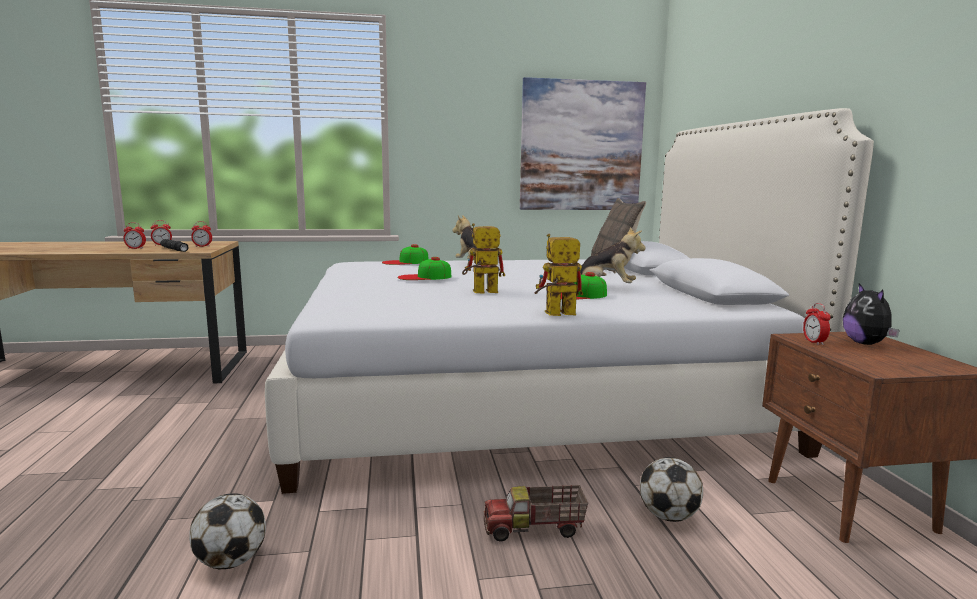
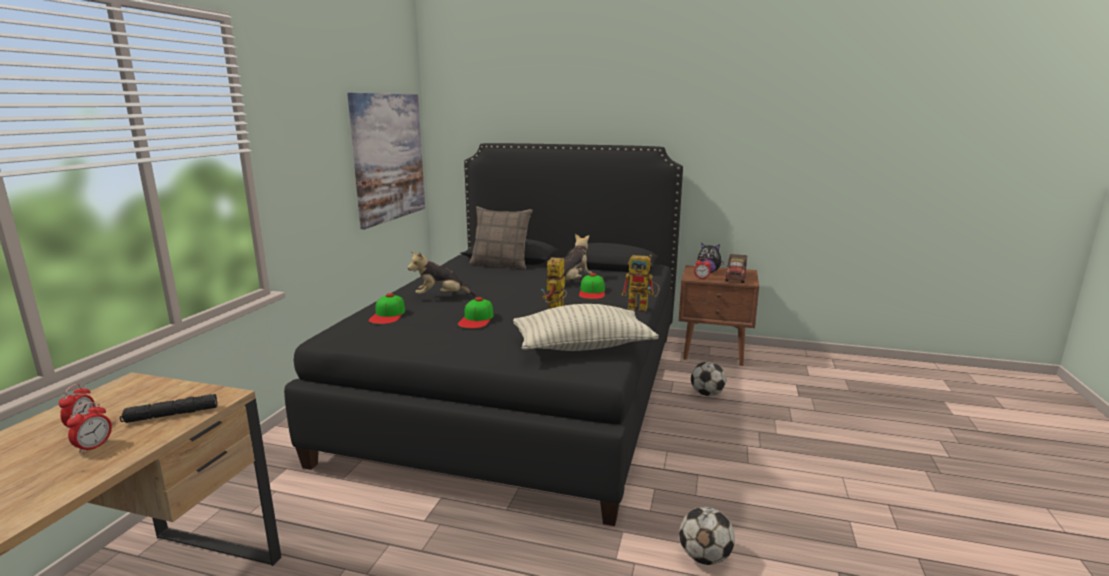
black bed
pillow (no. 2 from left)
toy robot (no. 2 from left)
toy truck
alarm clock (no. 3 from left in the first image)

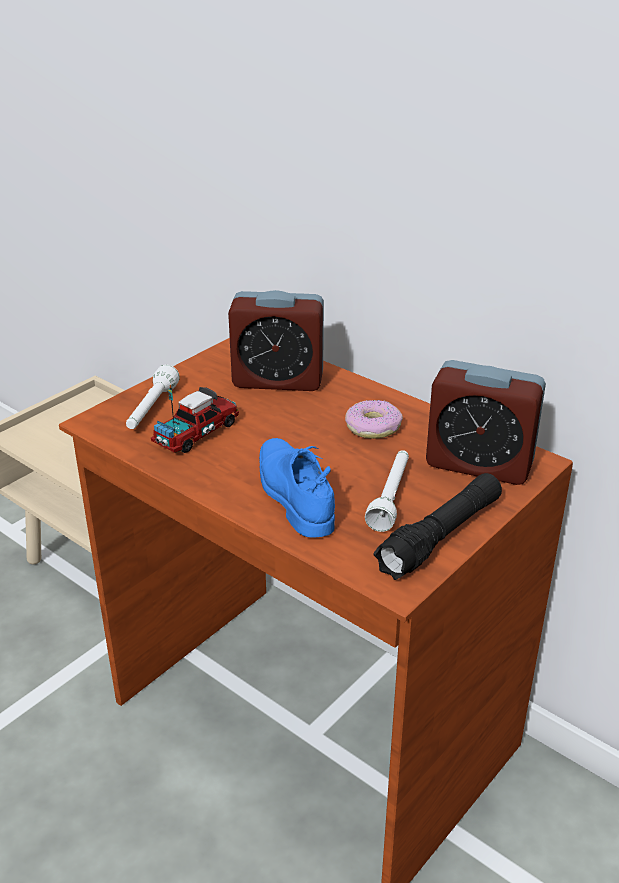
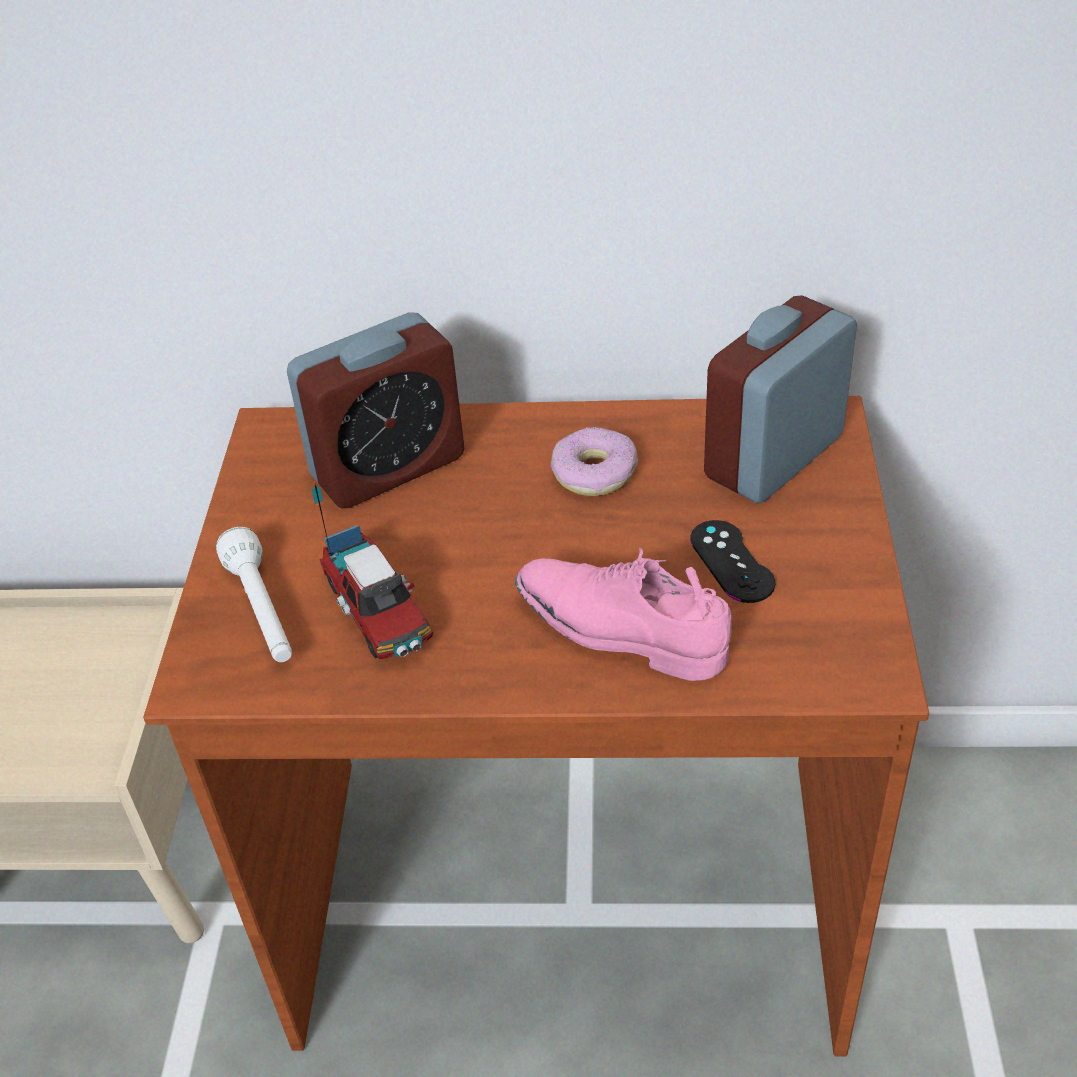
toy truck
pink shoe
black game controller
alarm clock (no. 2 from left)
black flashlight

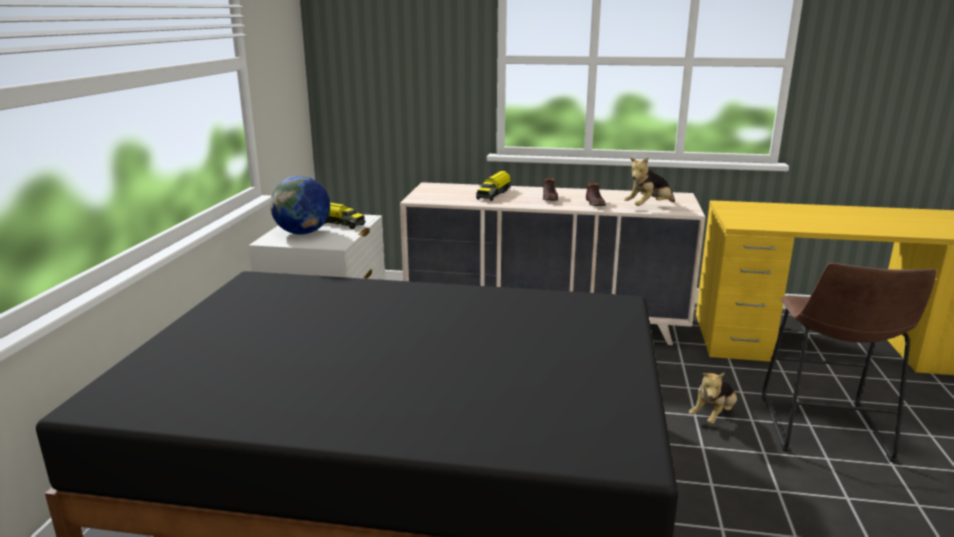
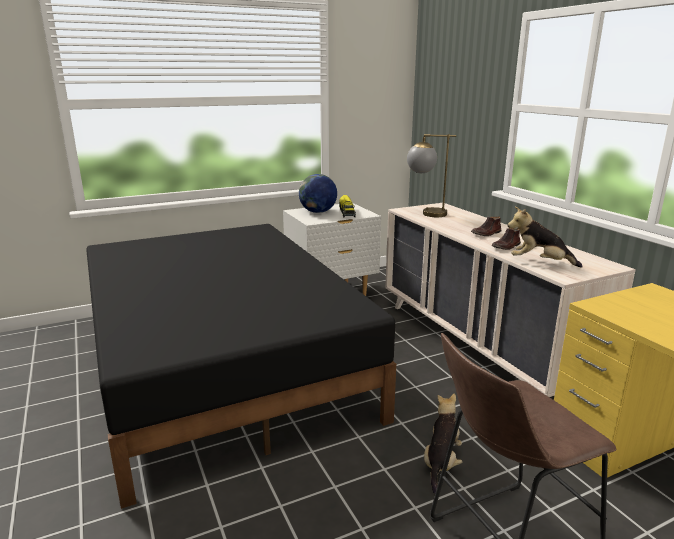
table lamp
plush toy (no. 1 from left)
toy truck (no. 2 from left in the first image)

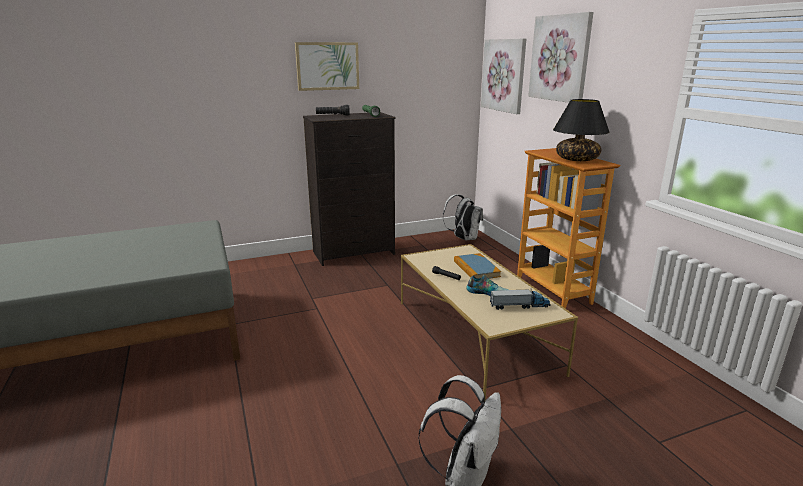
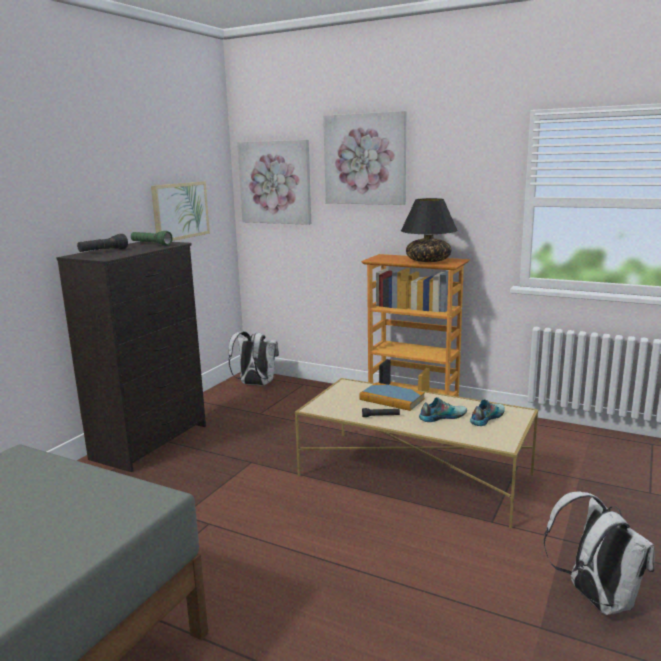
picture (no. 1 from left)
shoe (no. 2 from left)

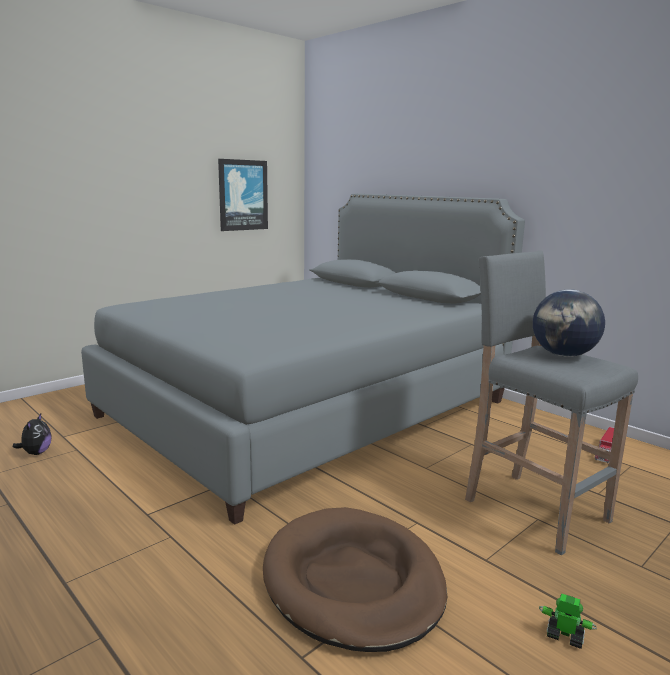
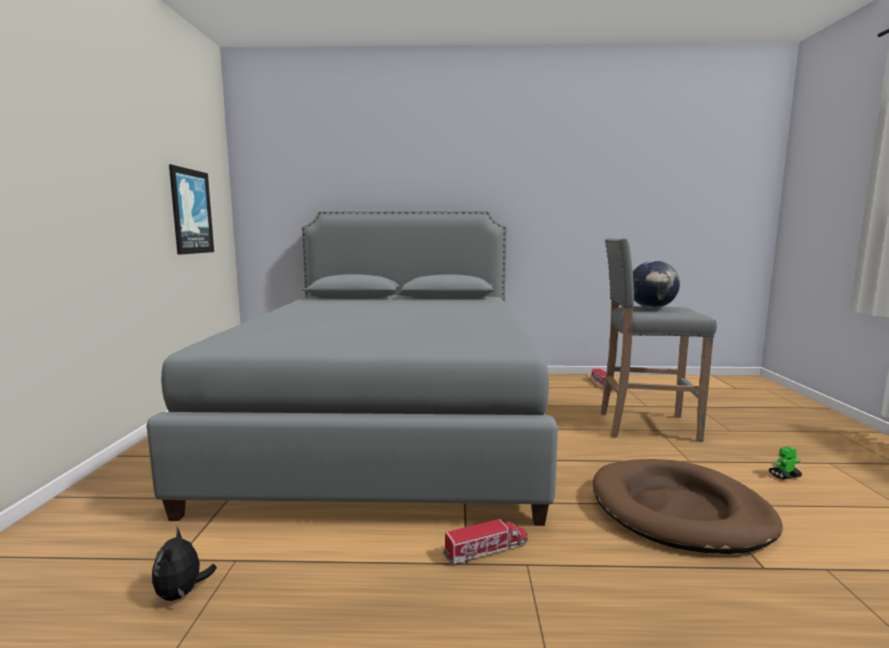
plush toy
toy truck (no. 1 from left)

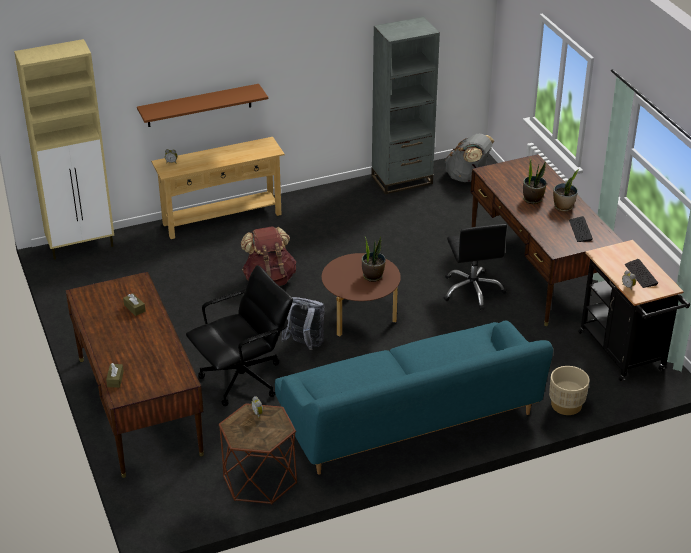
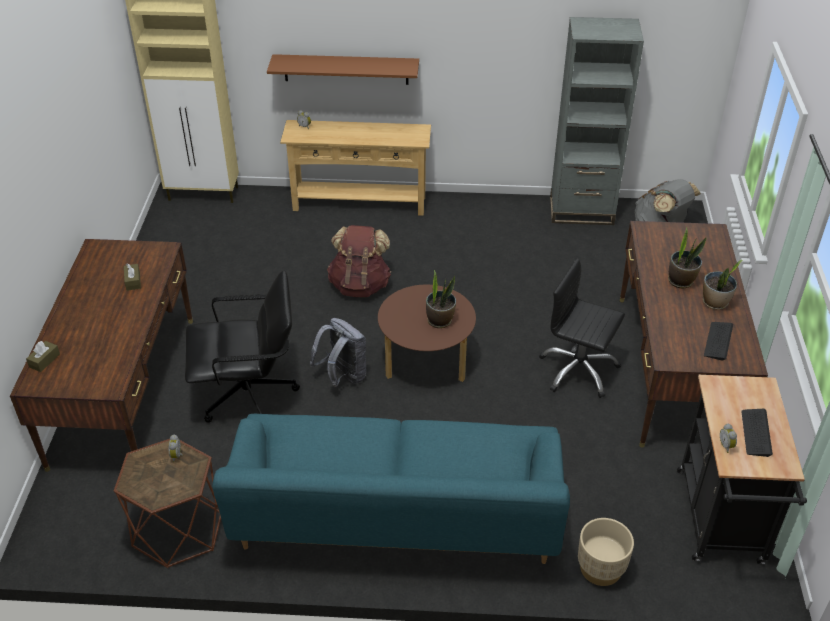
black office chair (no. 2 from left)

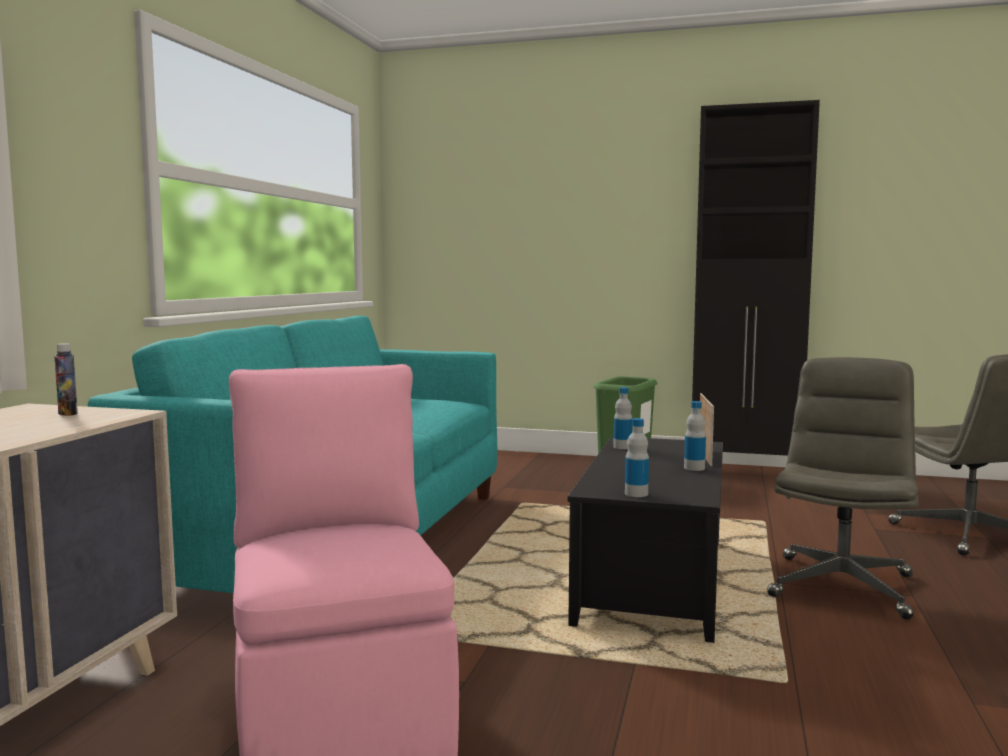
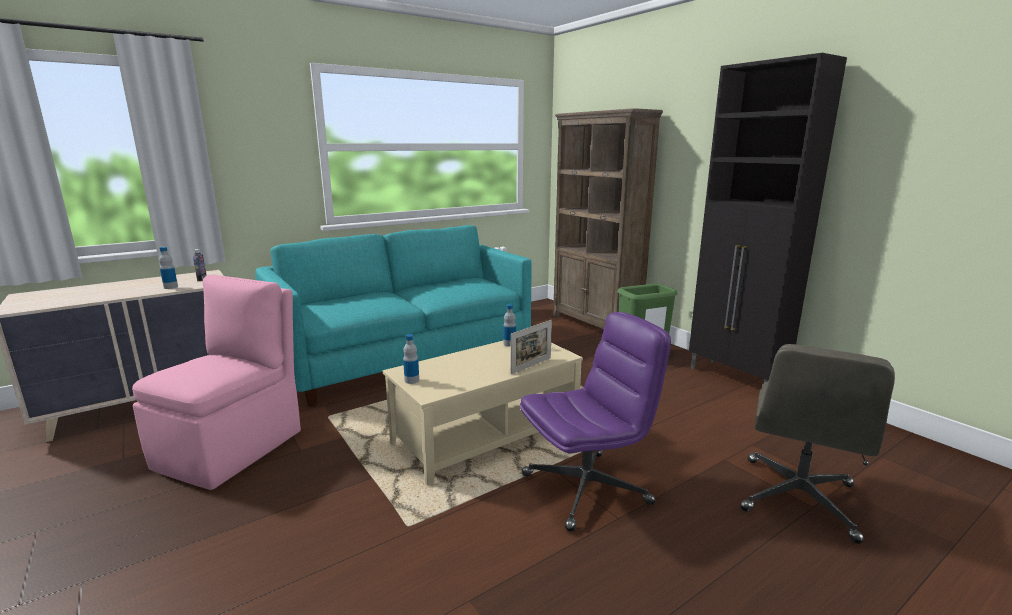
bottle (no. 1 from left)
beige coffee table
purple office chair
brown bookcase

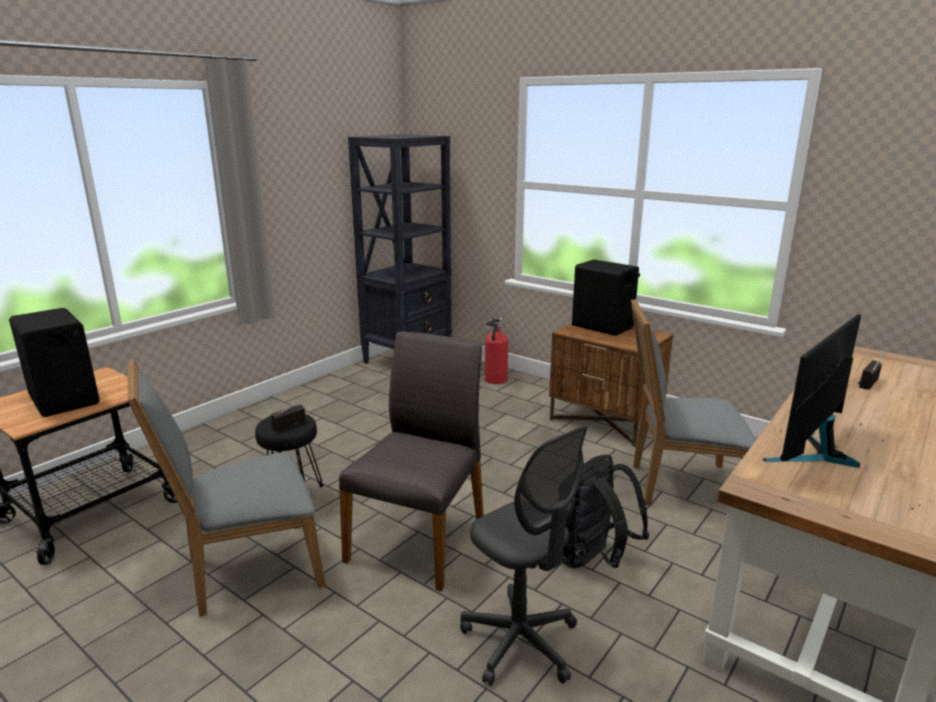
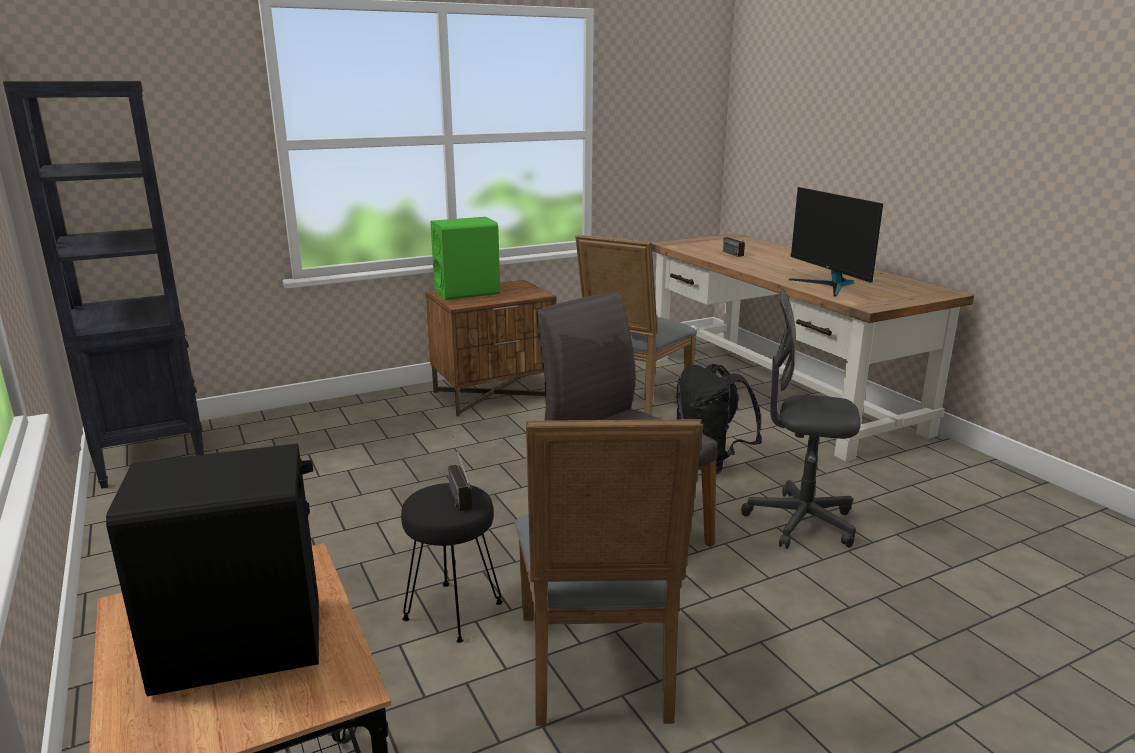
green speaker
grey office chair
fire extinguisher

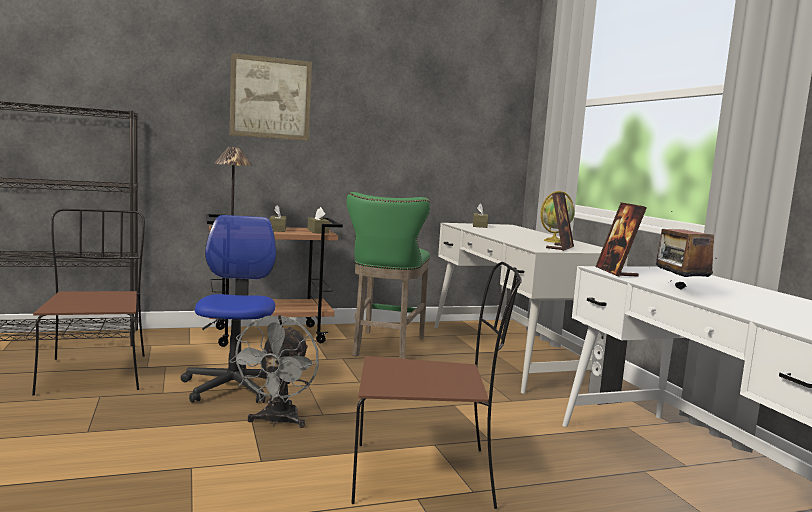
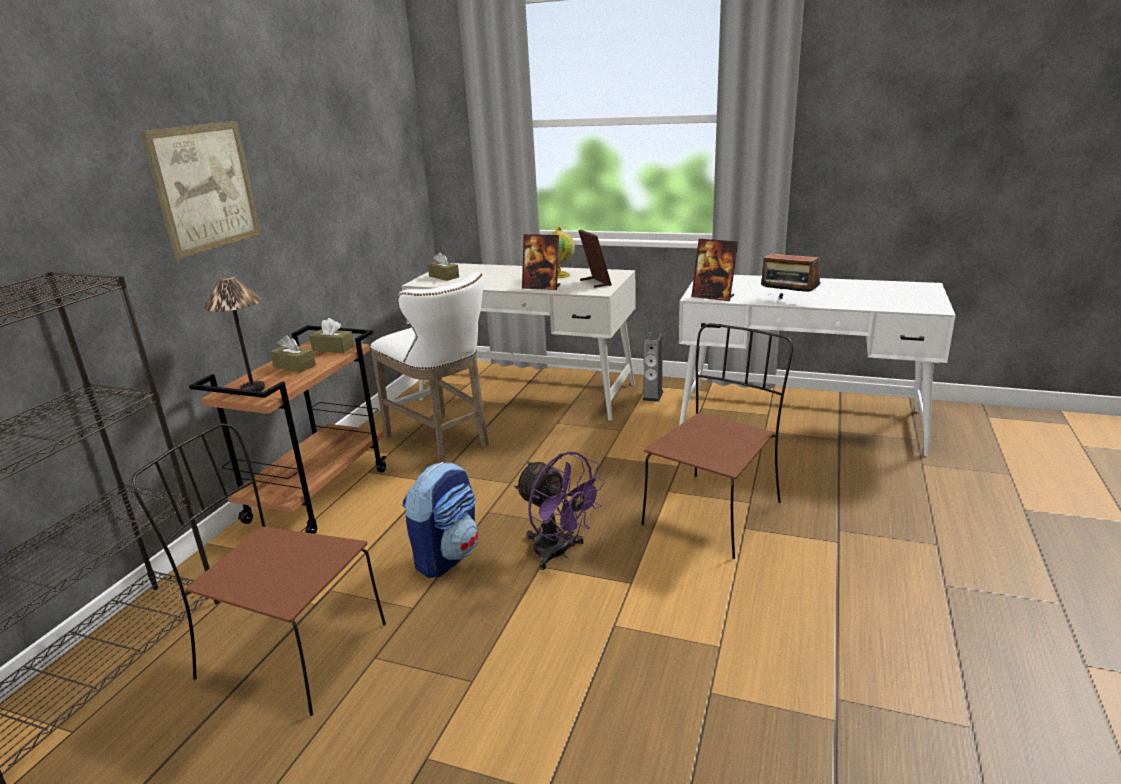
white stool
backpack
purple fan
picture frame (no. 1 from left)

